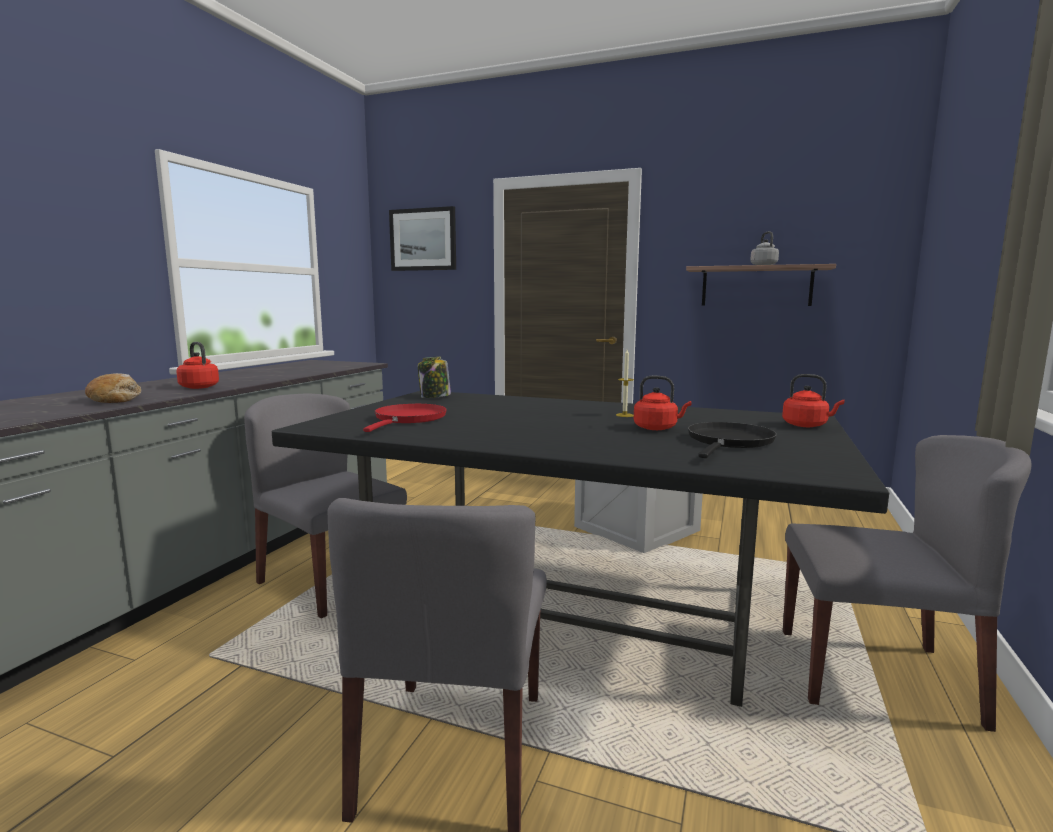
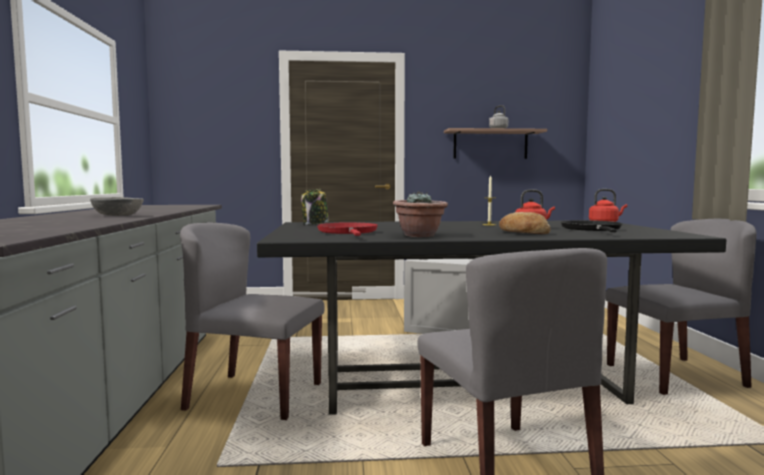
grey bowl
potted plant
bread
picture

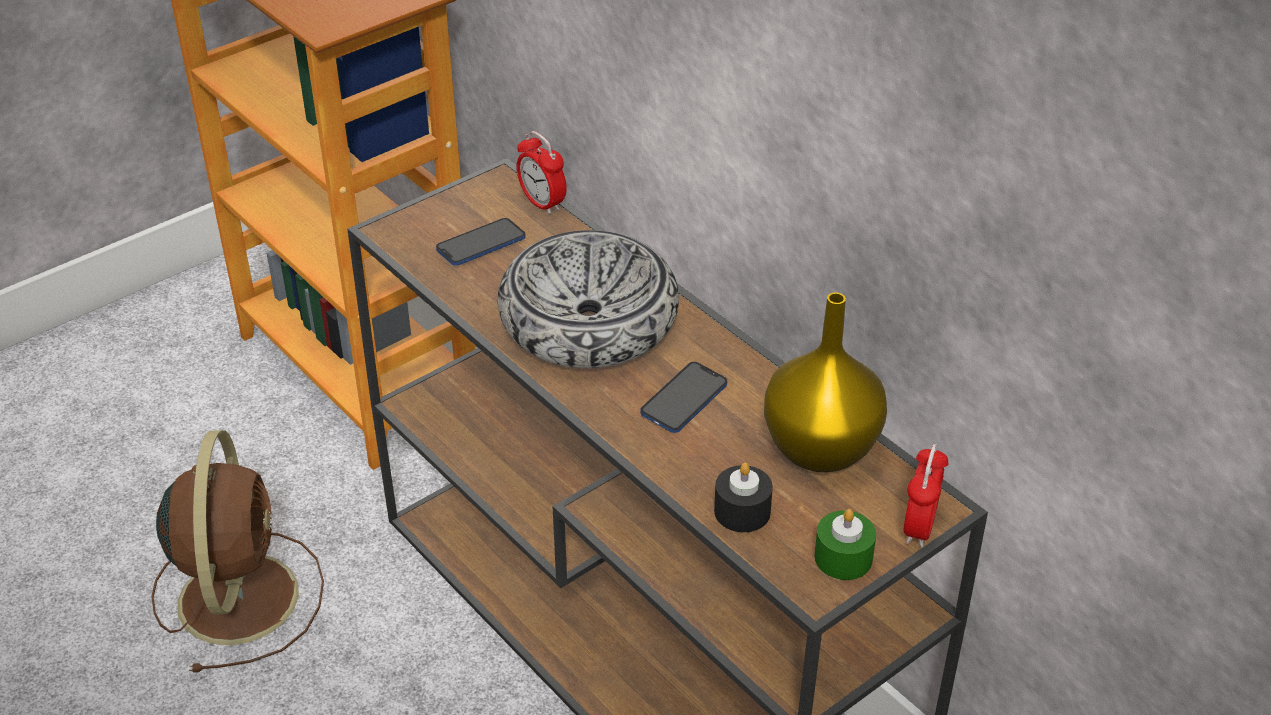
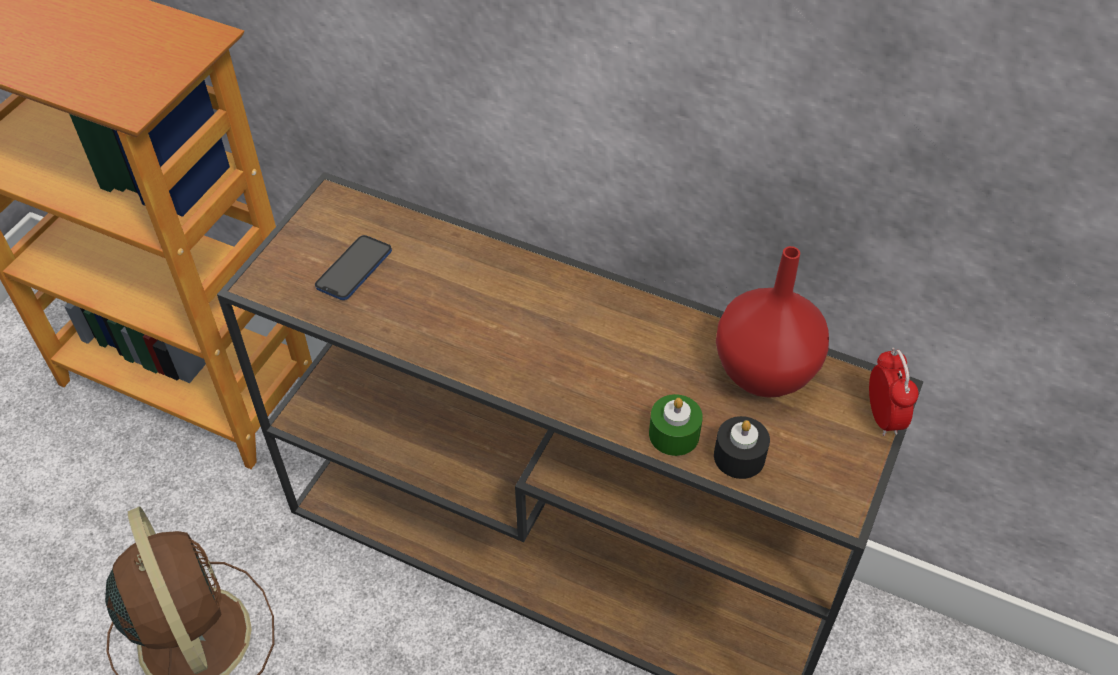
green candle
red vase
bowl
alarm clock (no. 1 from left in the first image)
phone (no. 2 from left in the first image)

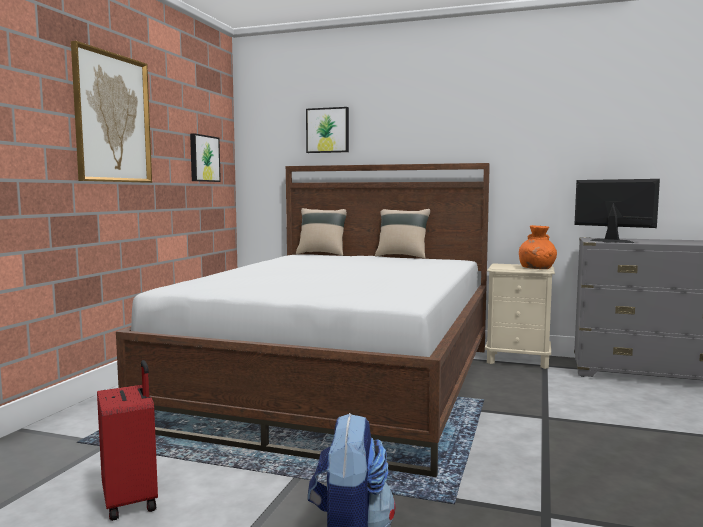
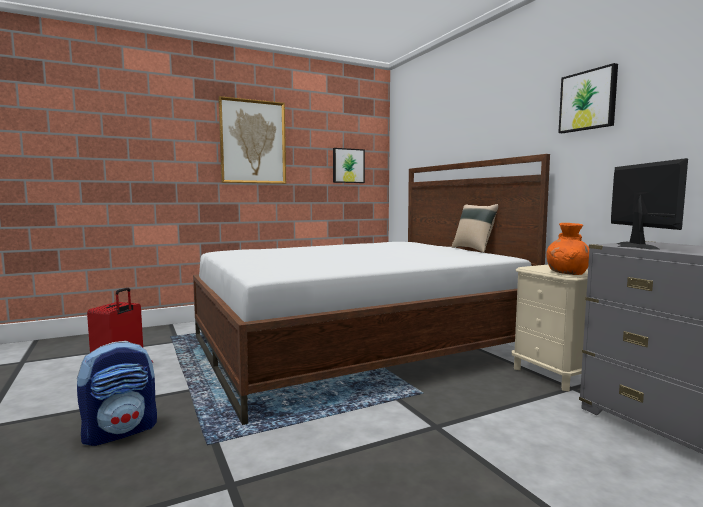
picture (no. 3 from left)
beige pillow (no. 1 from left in the first image)

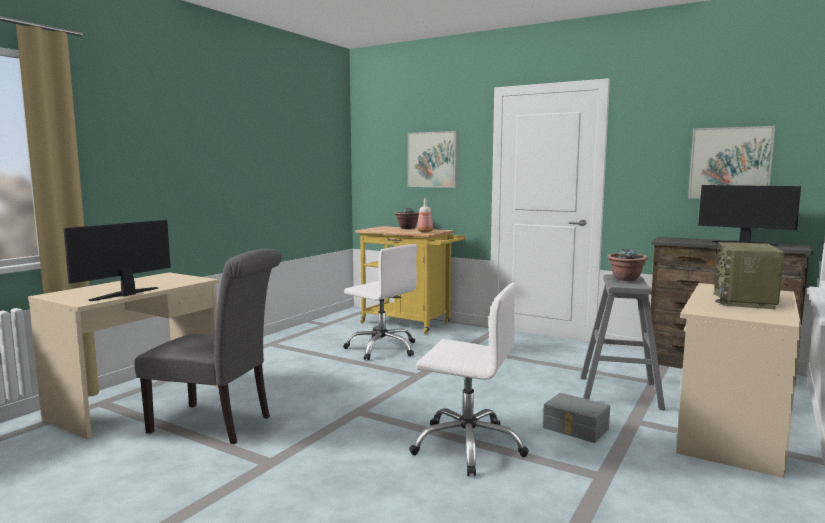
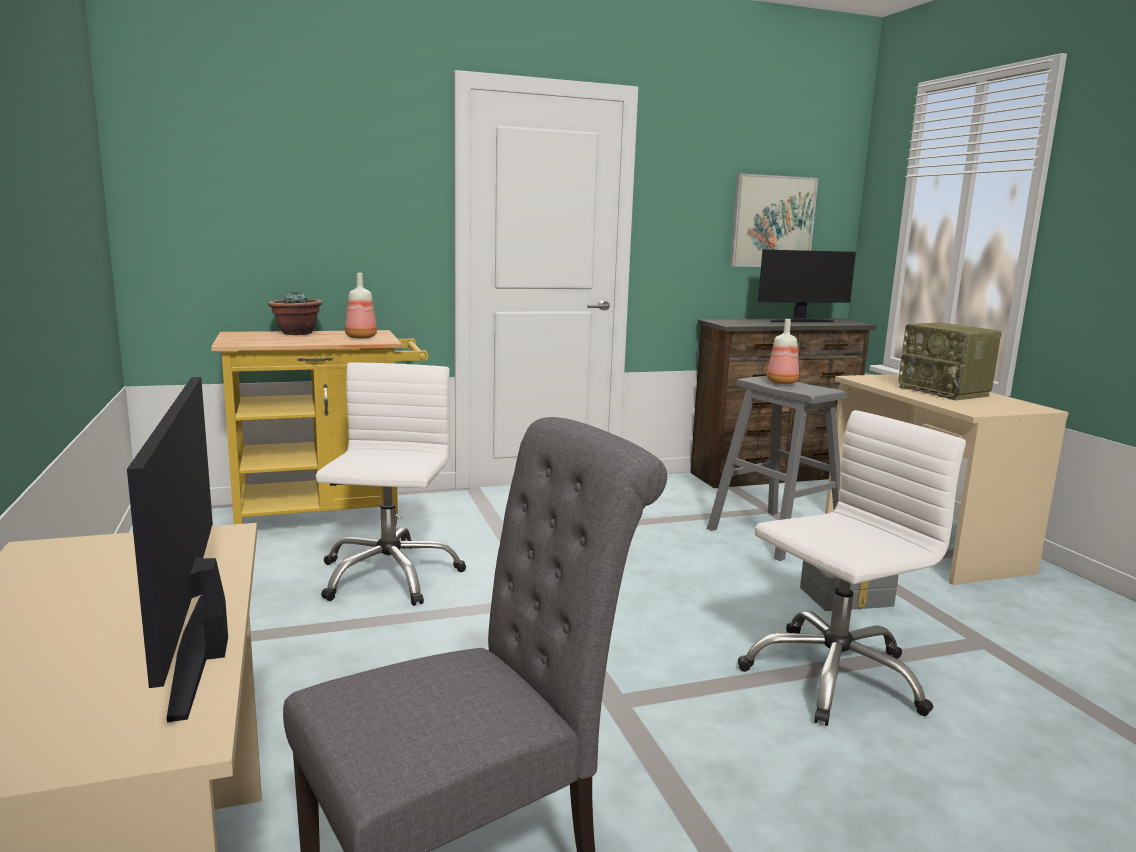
white office chair (no. 1 from left)
bottle (no. 2 from left)
picture (no. 1 from left in the first image)

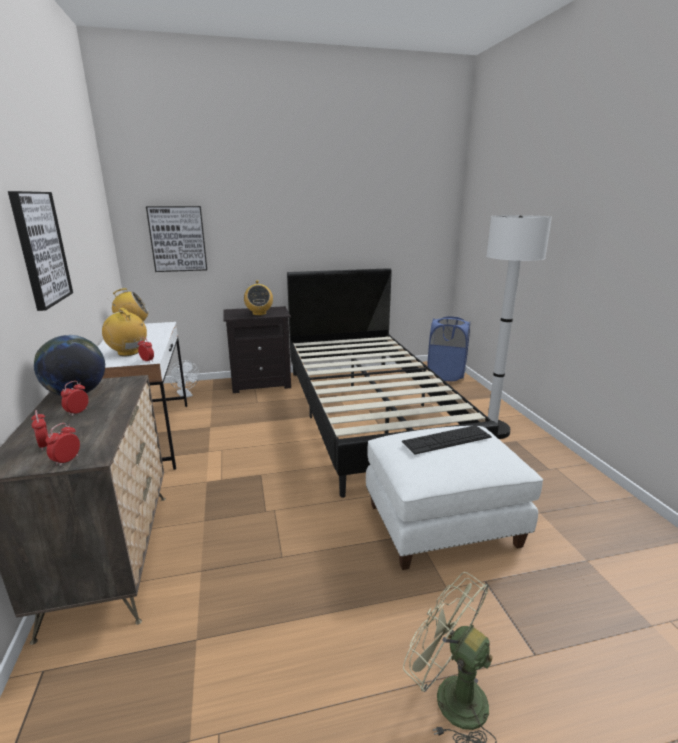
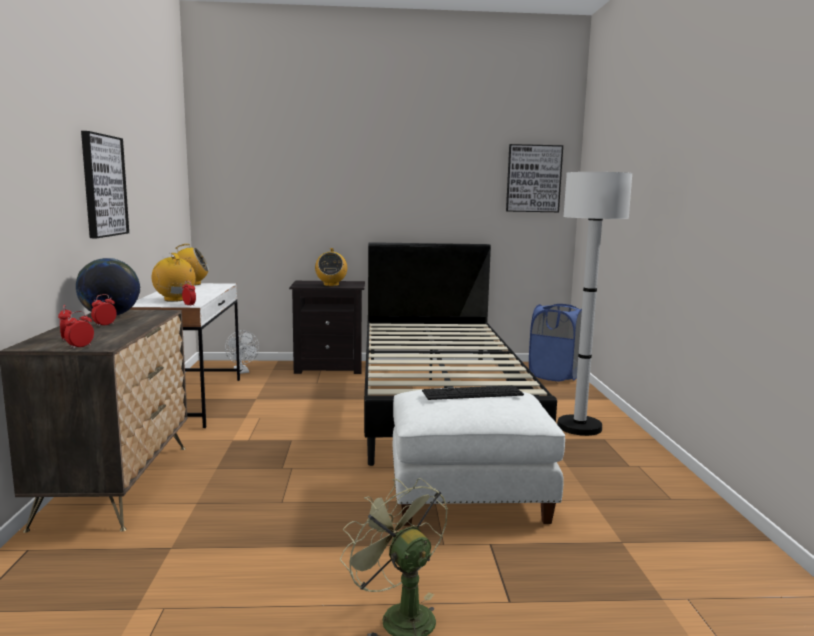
picture (no. 2 from left)

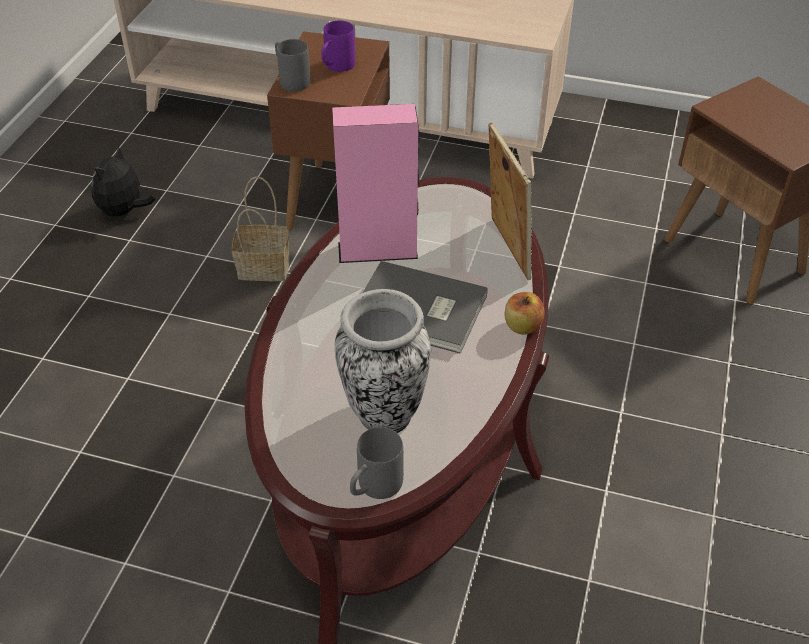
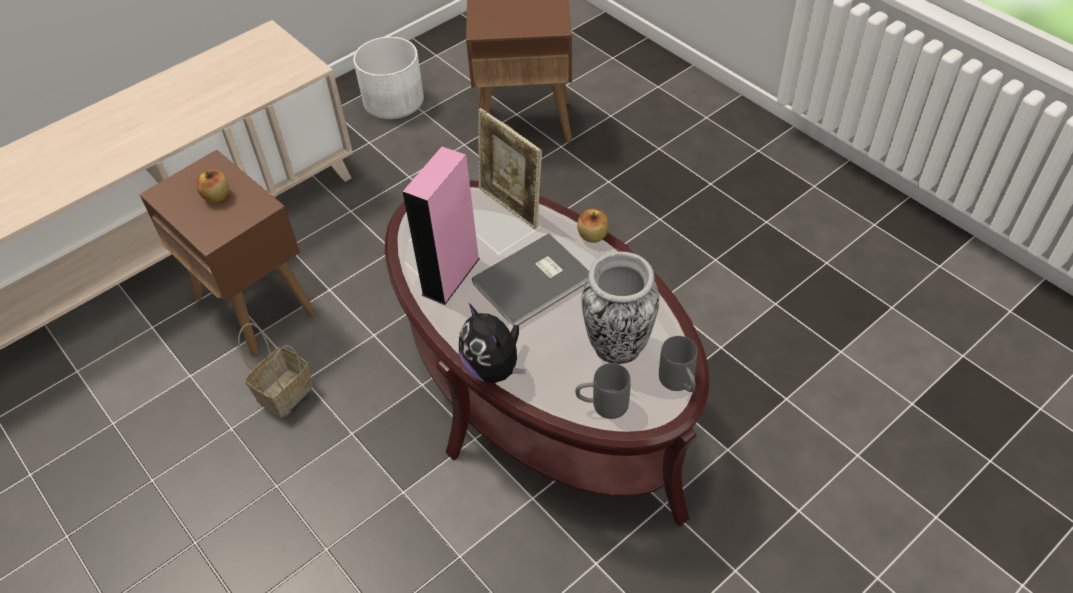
apple (no. 1 from left)
white planter
plush toy
picture frame
grey mug (no. 1 from left)

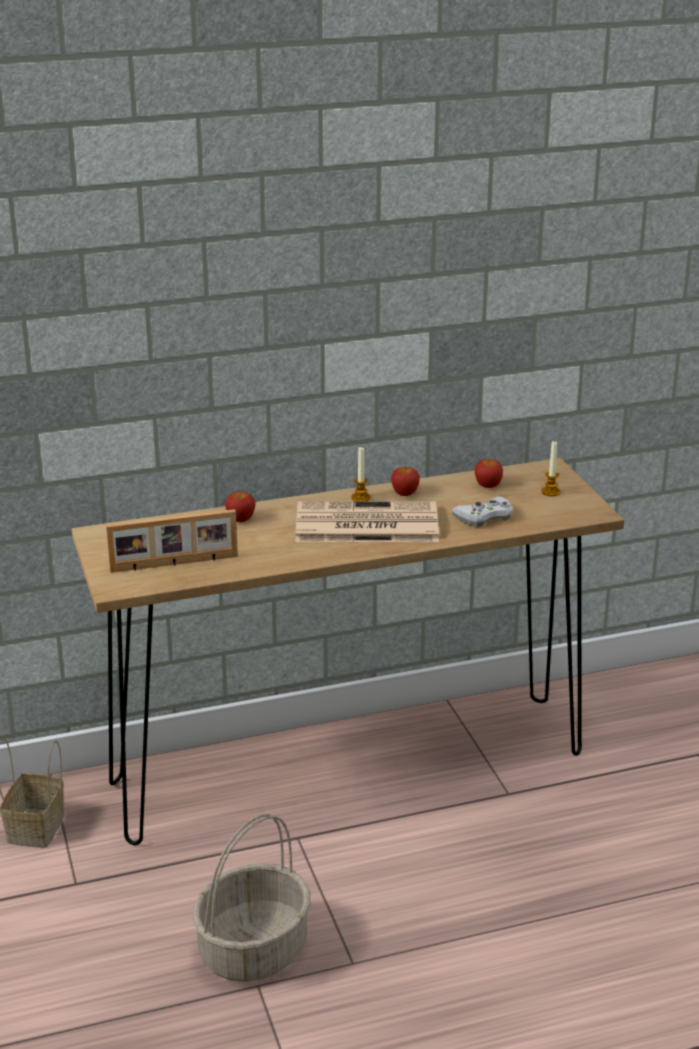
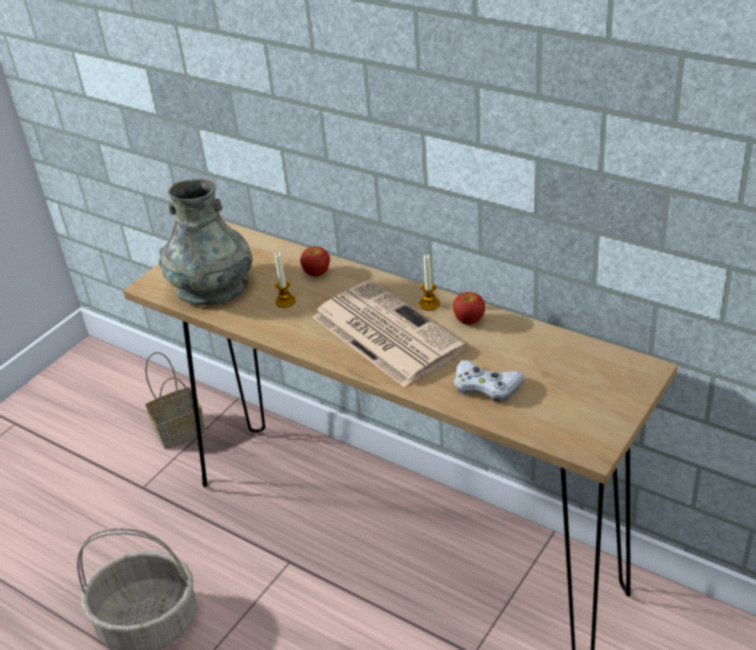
grey vase
candle (no. 1 from left)
apple (no. 3 from left in the first image)

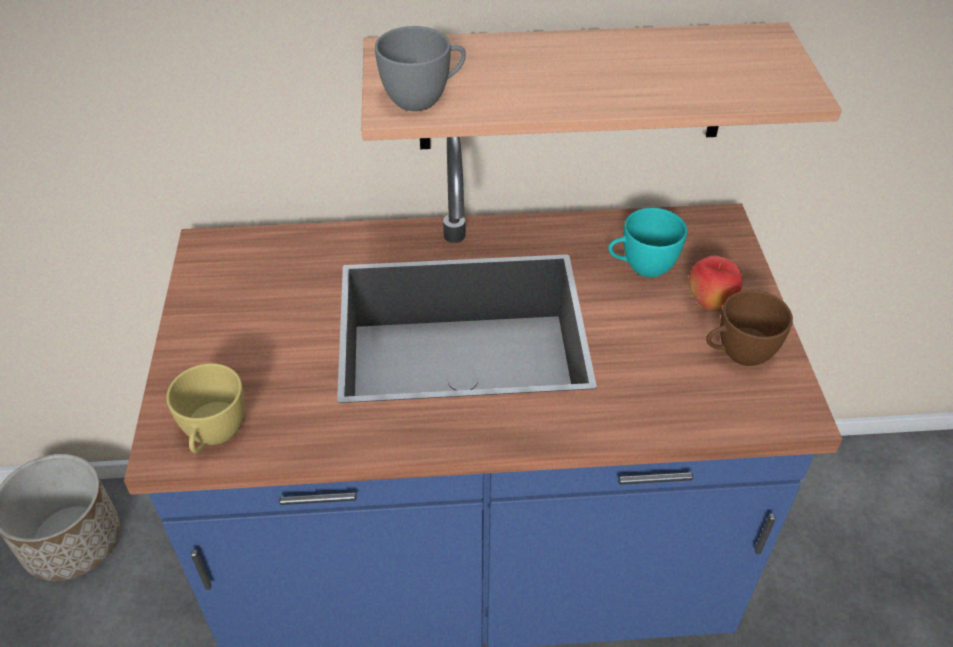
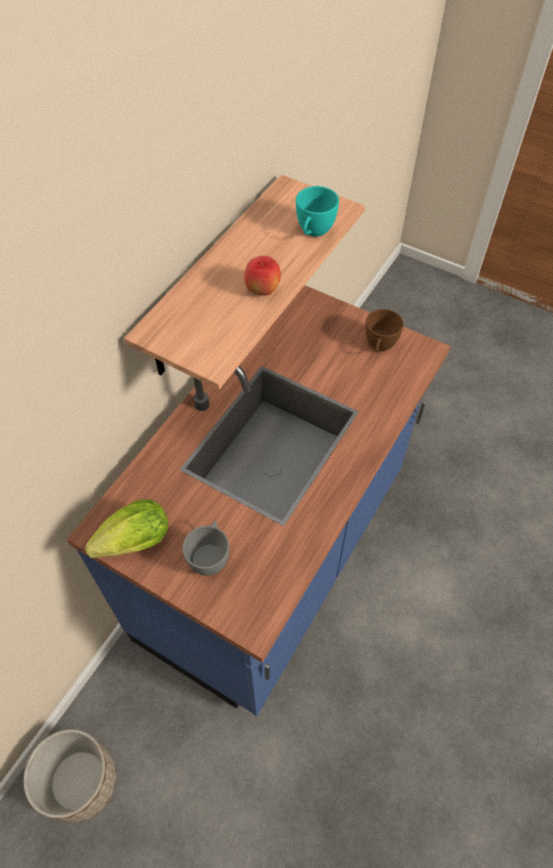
lettuce
grey cup
apple
turquoise cup
yellow cup

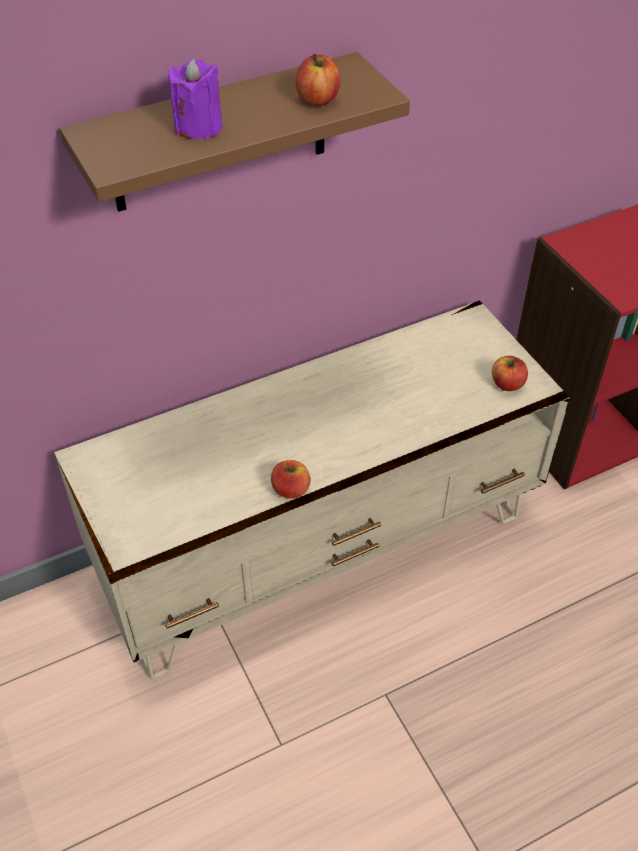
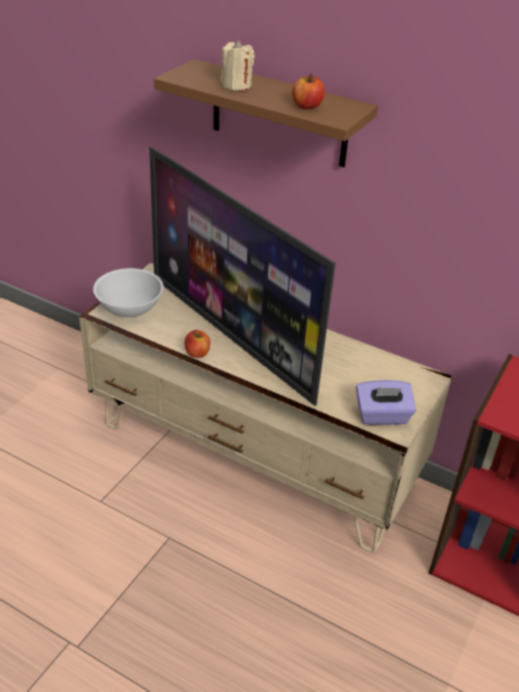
white bowl
television
beige candle
purple tissue box

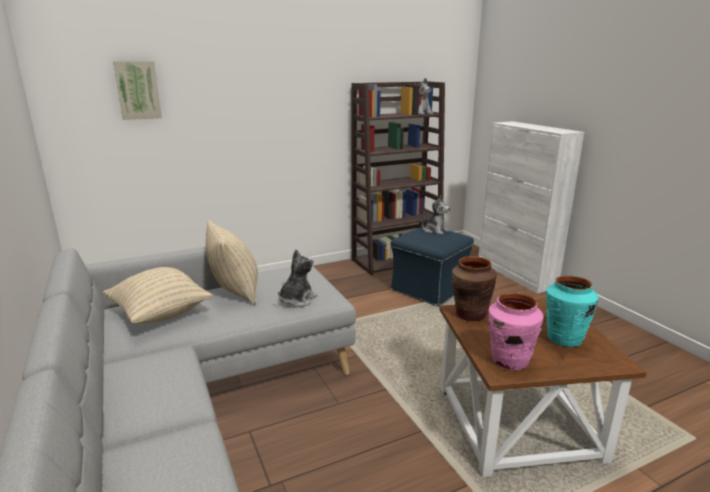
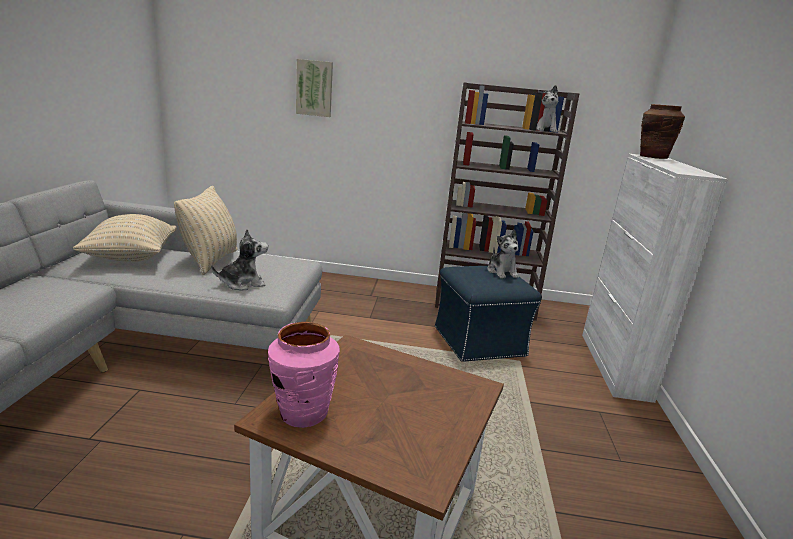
picture
brown vase
turquoise vase

